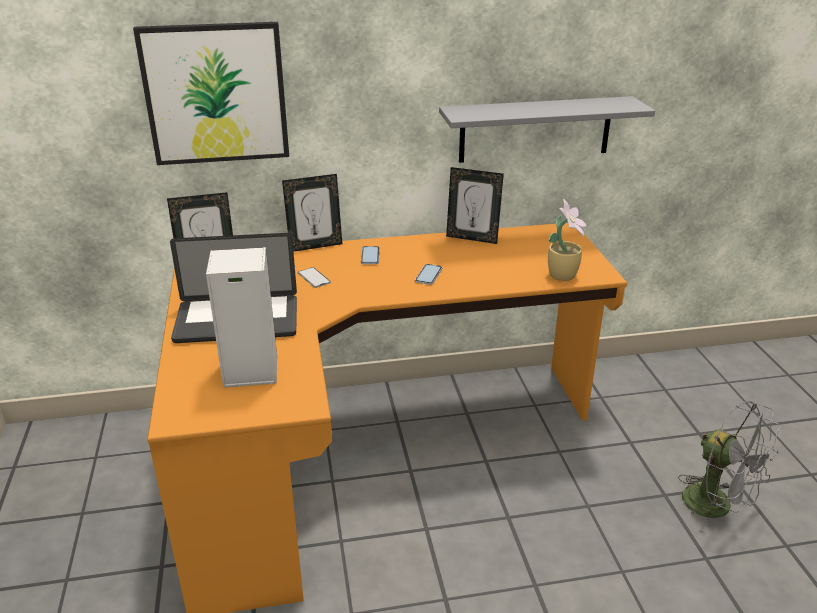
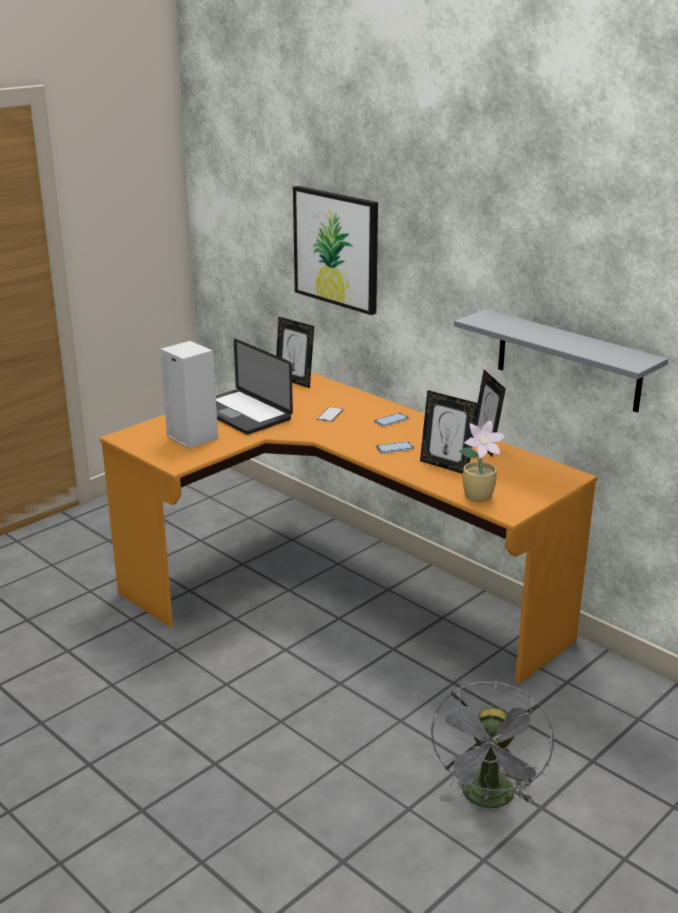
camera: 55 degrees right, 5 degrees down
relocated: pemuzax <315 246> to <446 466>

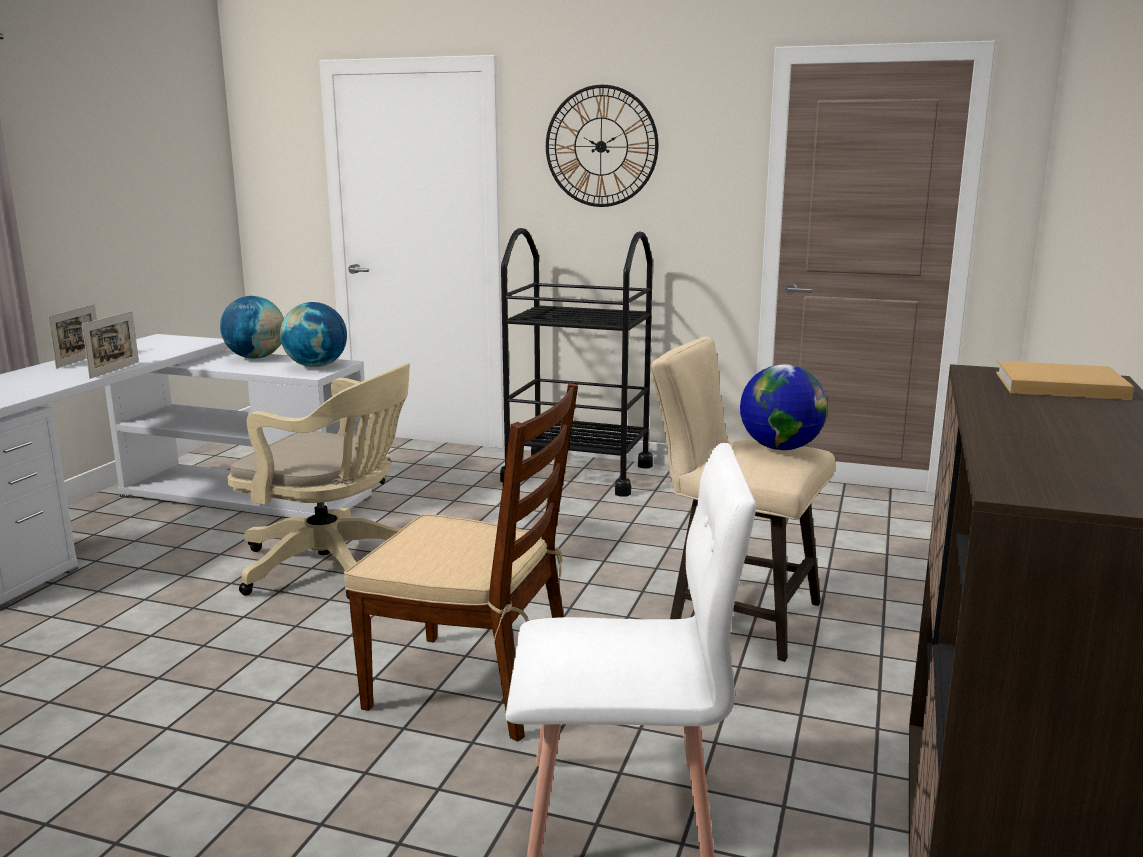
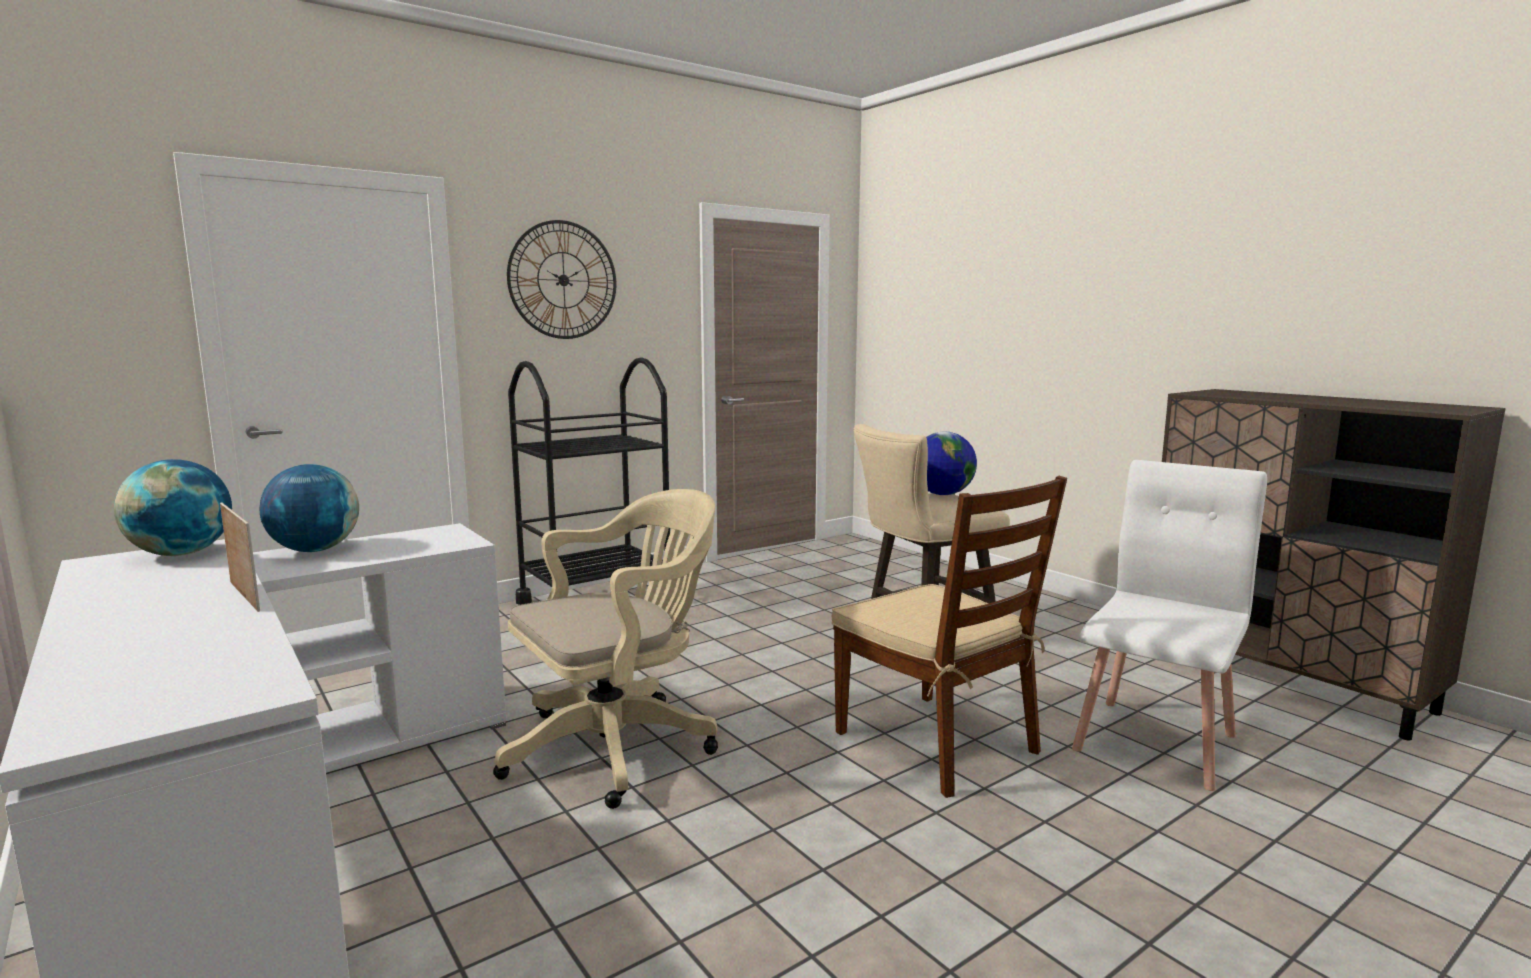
camera: 55 degrees left, 5 degrees down
missing: pemuzax <79 360>; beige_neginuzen <1055 385>
relocated: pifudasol <316 366> to <181 554>
spun: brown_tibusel <473 685> = <937 742> 90 degrees clockwise

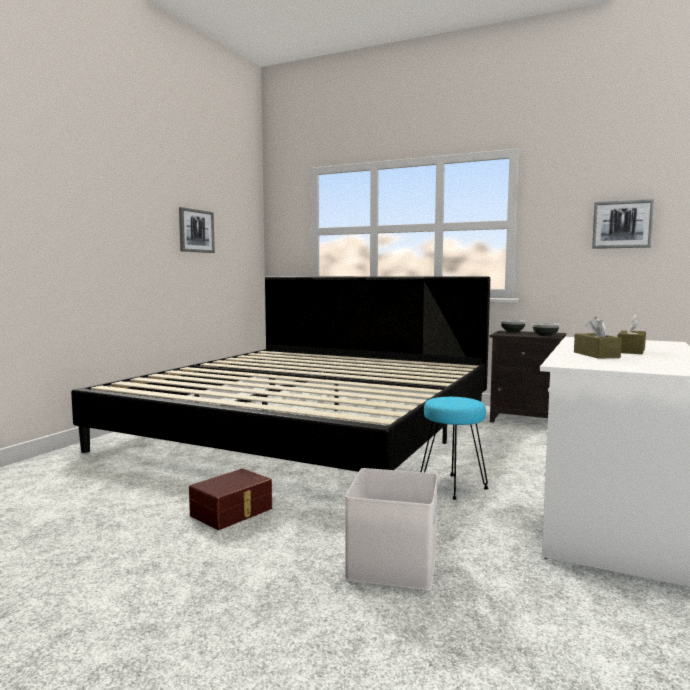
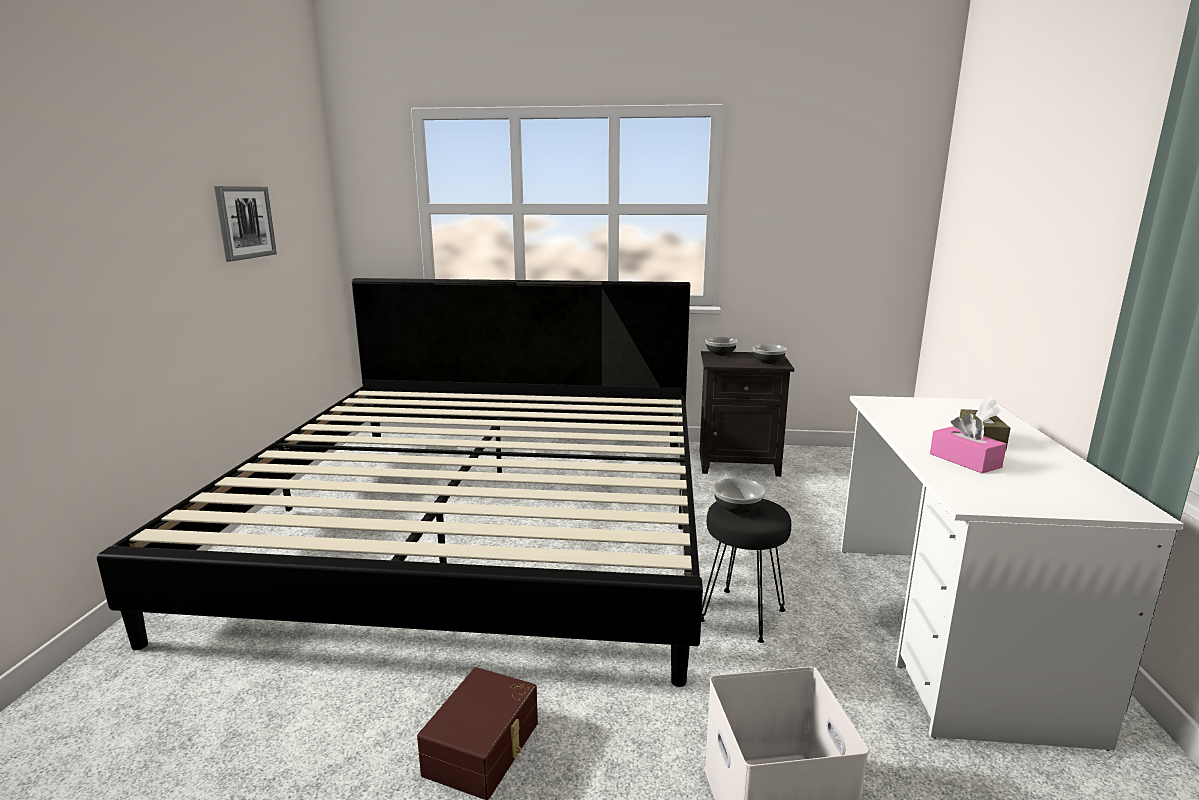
camera: 20 degrees left, 10 degrees up
missing: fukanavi <622 224>
appeared: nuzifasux <736 508>
colour: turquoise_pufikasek <452 486> to black_pufikasek <741 614>; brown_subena <596 355> to pink_subena <964 460>

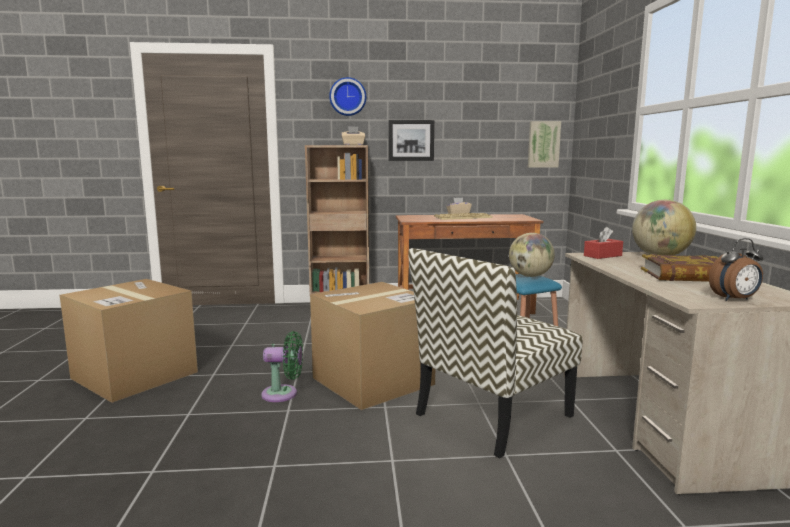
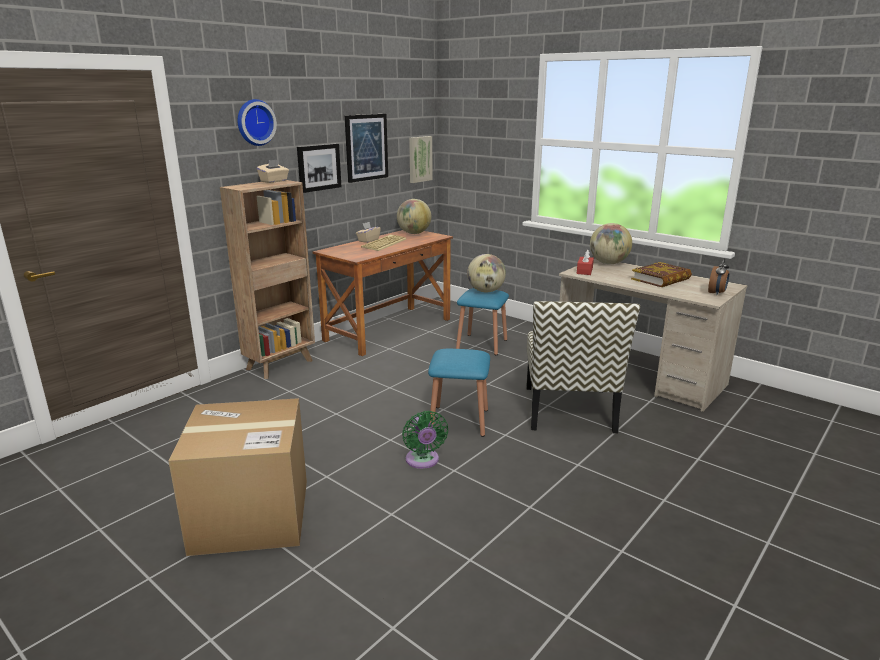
camera: 45 degrees left, 10 degrees up
appeared: fukanavi <366 147>; pifudasol <414 233>
exchanged: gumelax <373 381> to blue_pufikasek <459 420>
spun: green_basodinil <283 394> = <423 461> 120 degrees clockwise

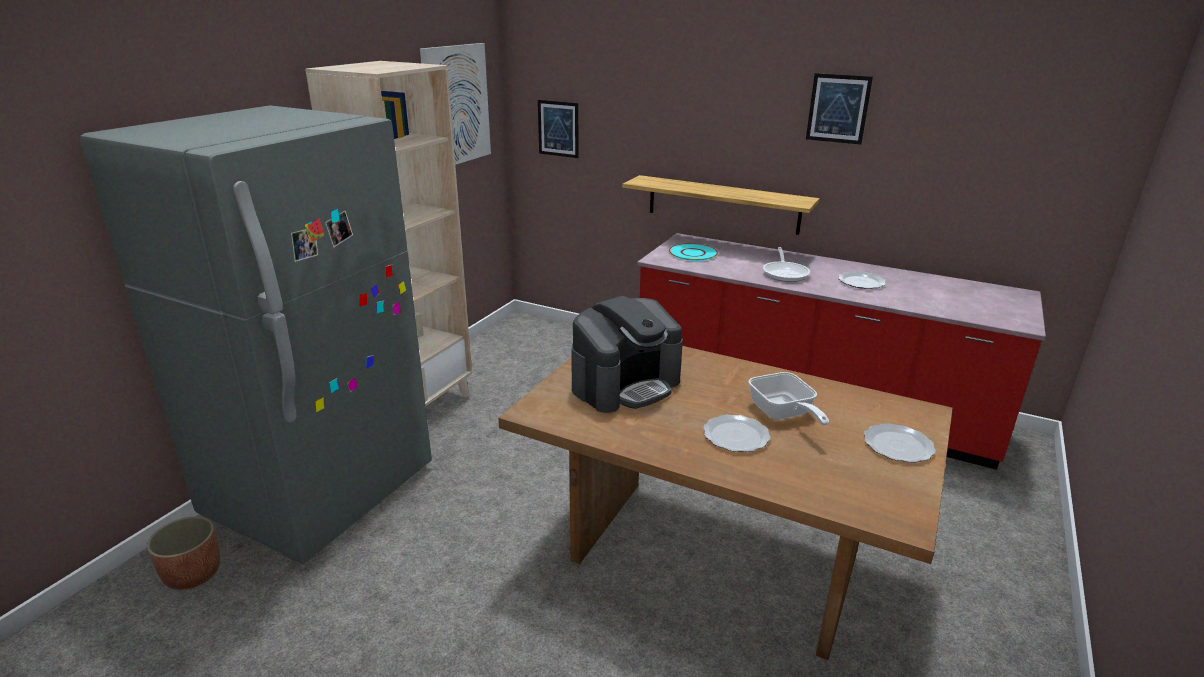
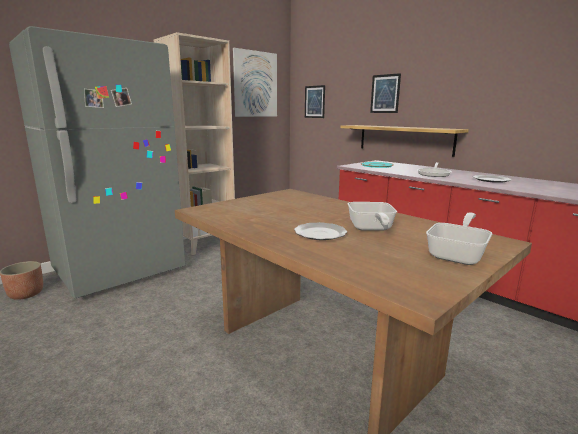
camera: 20 degrees right, 10 degrees down
missing: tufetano <625 385>
relocated: fukanavi <838 108> to <385 93>
exchanged: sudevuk <899 445> to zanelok <458 254>

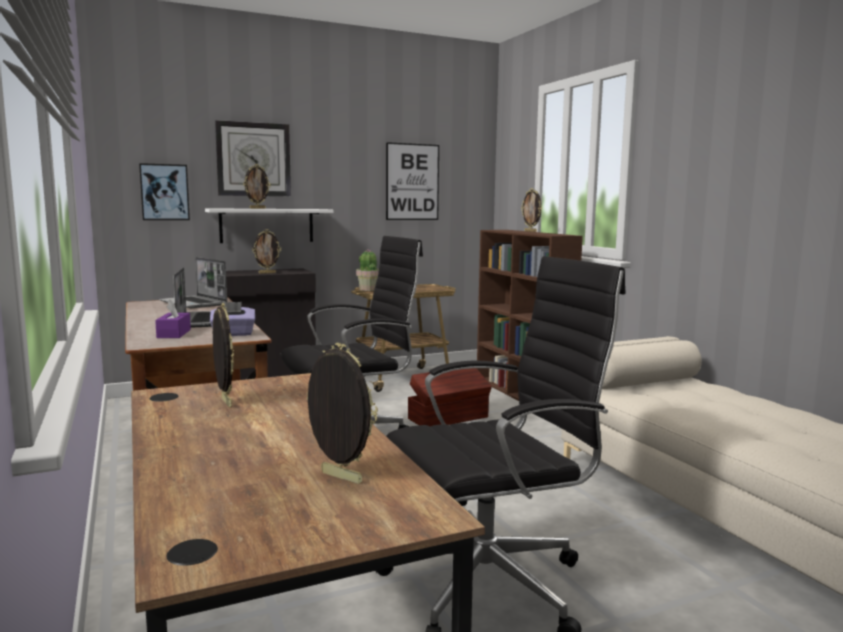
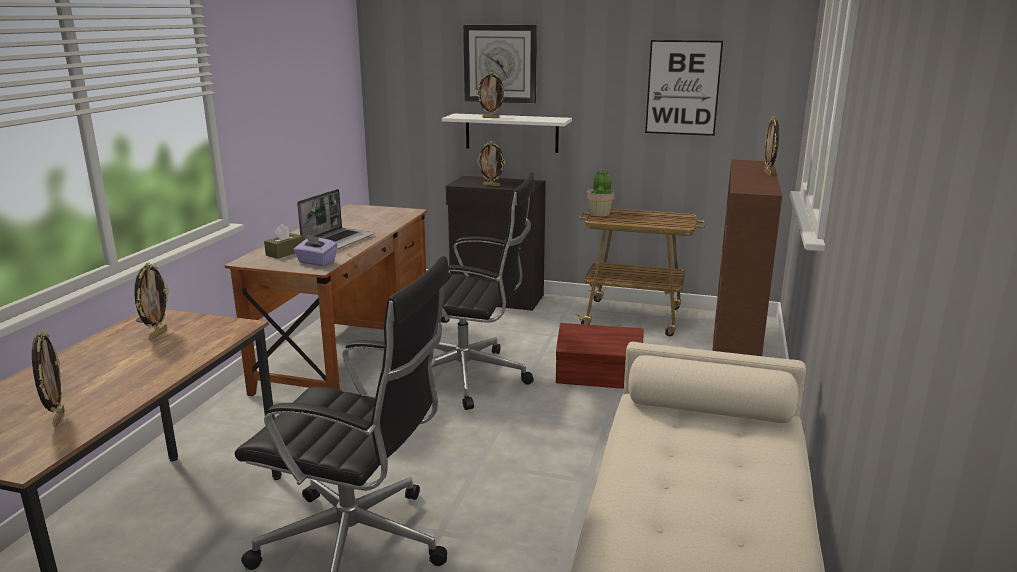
camera: 40 degrees right, 10 degrees up
missing: fukanavi <164 192>; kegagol <194 303>
colour: purple_subena <174 334> to brown_subena <285 253>

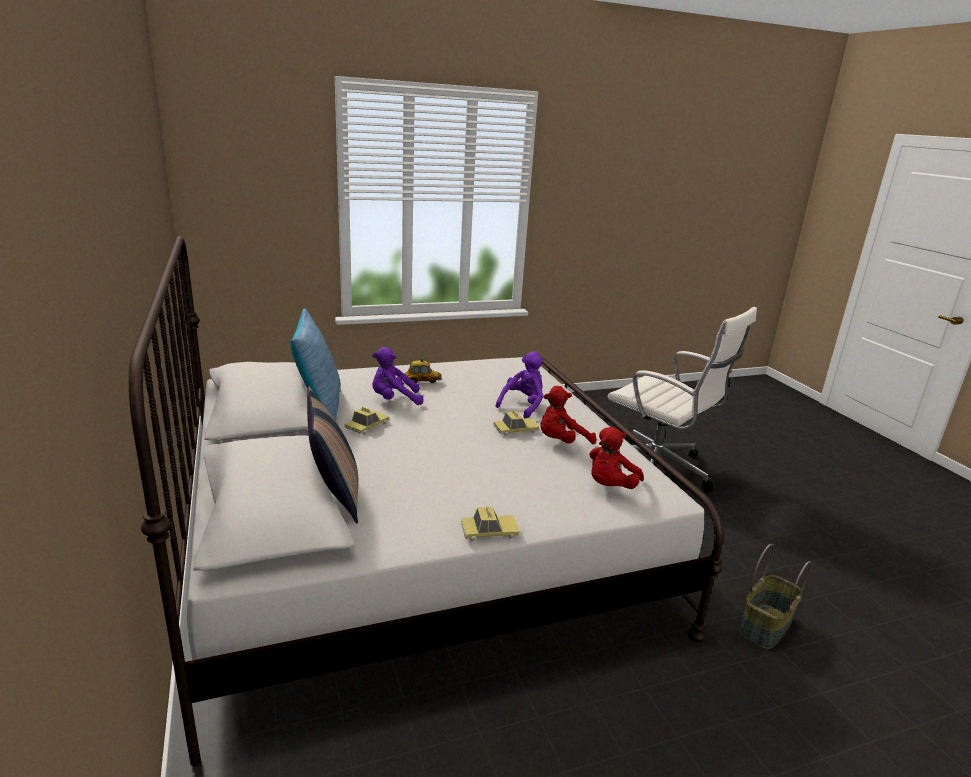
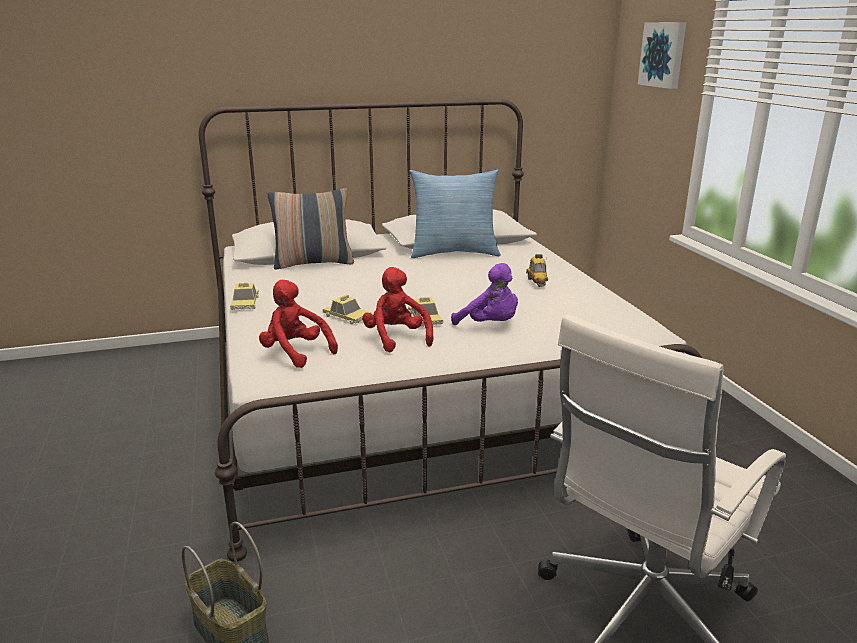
camera: 95 degrees right, 0 degrees up
missing: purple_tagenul <394 400>
appeared: fukanavi <663 54>
relocated: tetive <367 426> to <347 317>

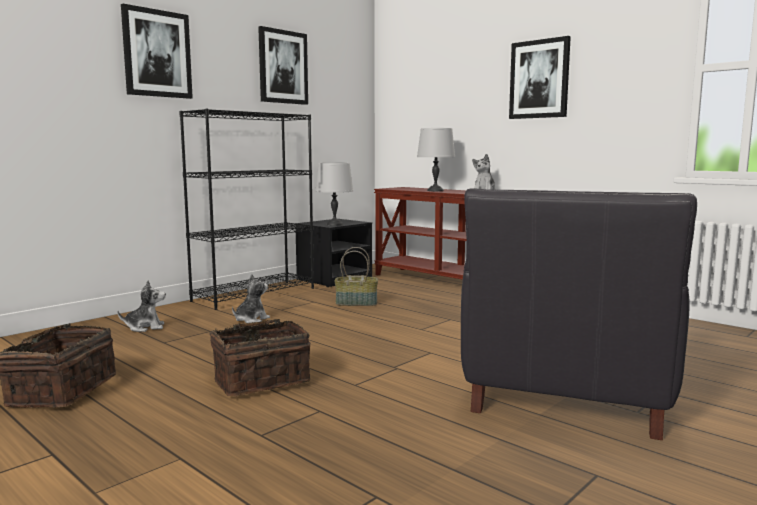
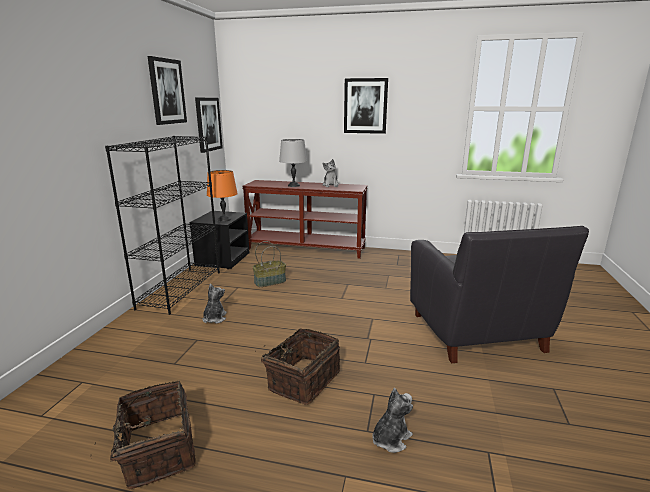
camera: 30 degrees left, 10 degrees up
relocated: fukanavi <157 53> to <208 124>; tagenul <145 327> to <390 438>
colour: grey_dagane <335 224> to orange_dagane <224 219>

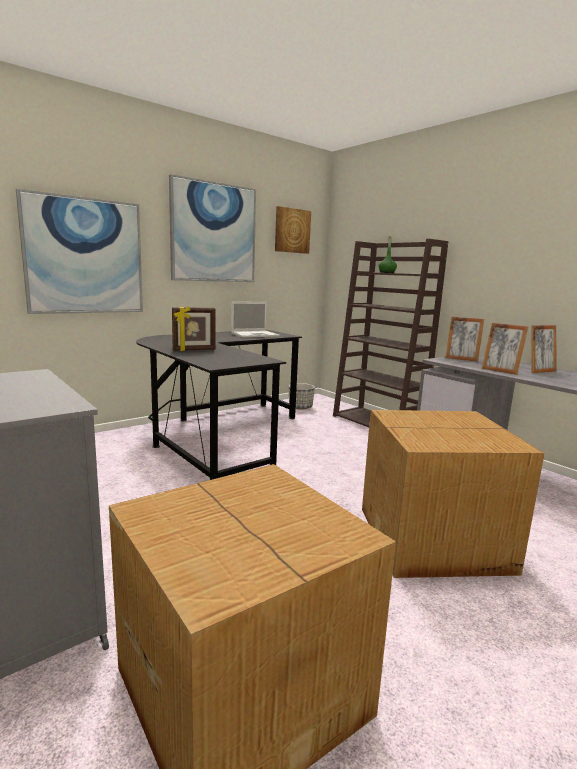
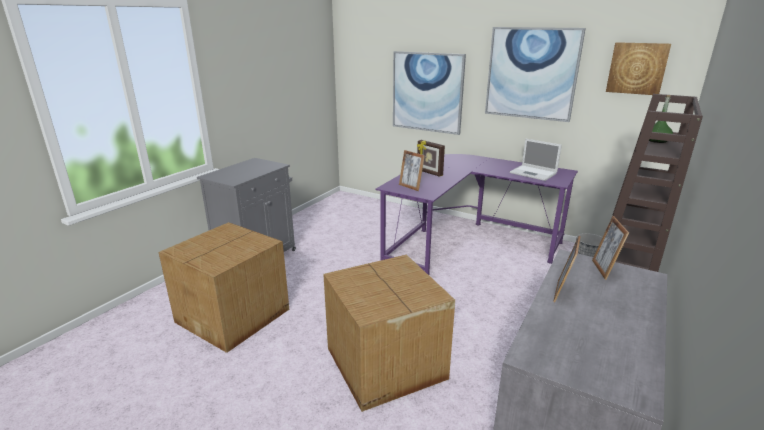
camera: 70 degrees right, 10 degrees up
relocated: pemuzax <540 371> to <410 187>
colour: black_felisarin <218 436> to purple_felisarin <466 243>

